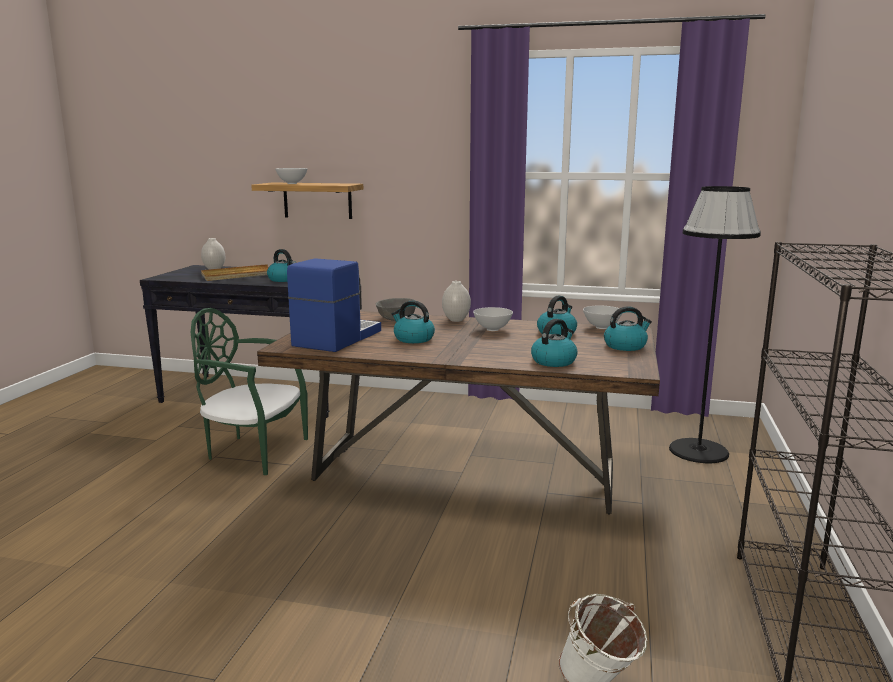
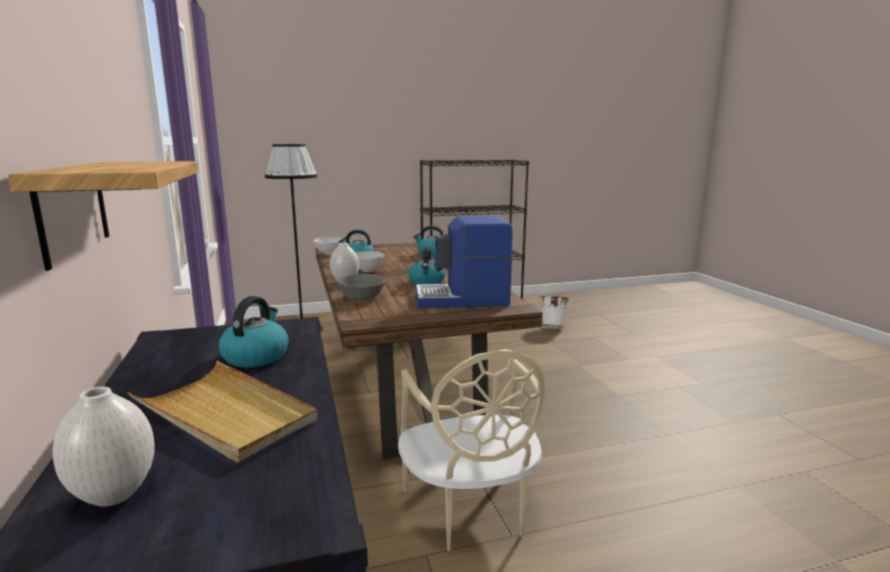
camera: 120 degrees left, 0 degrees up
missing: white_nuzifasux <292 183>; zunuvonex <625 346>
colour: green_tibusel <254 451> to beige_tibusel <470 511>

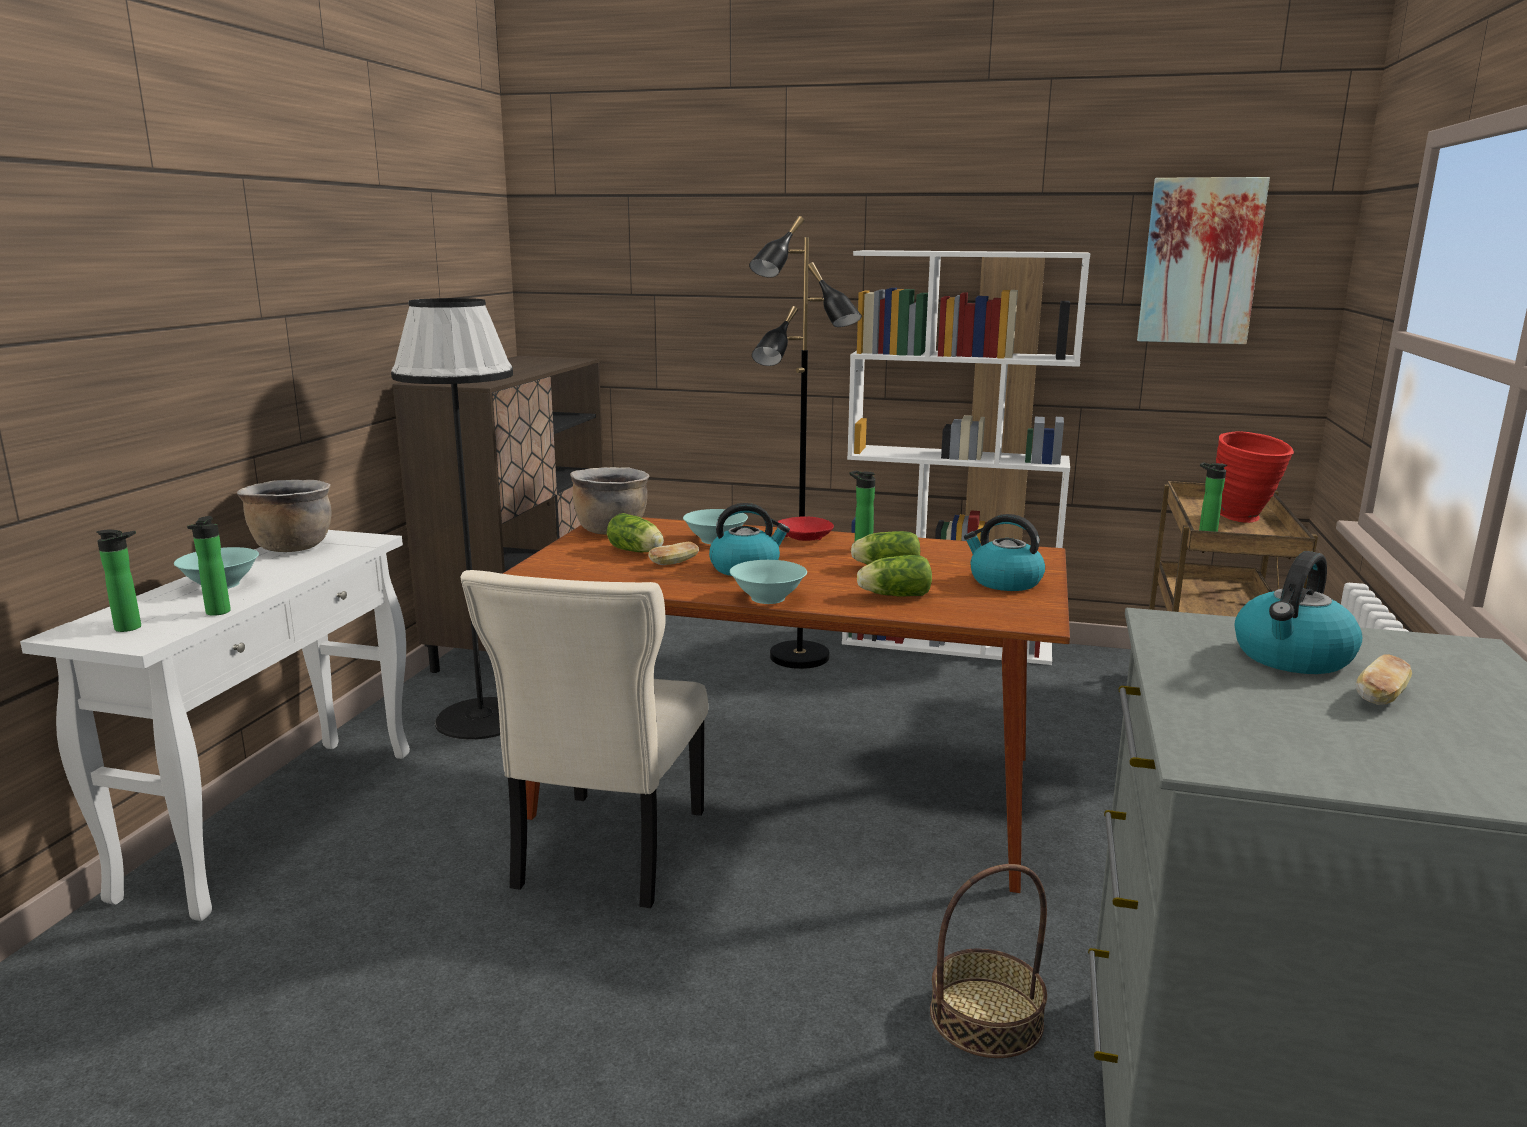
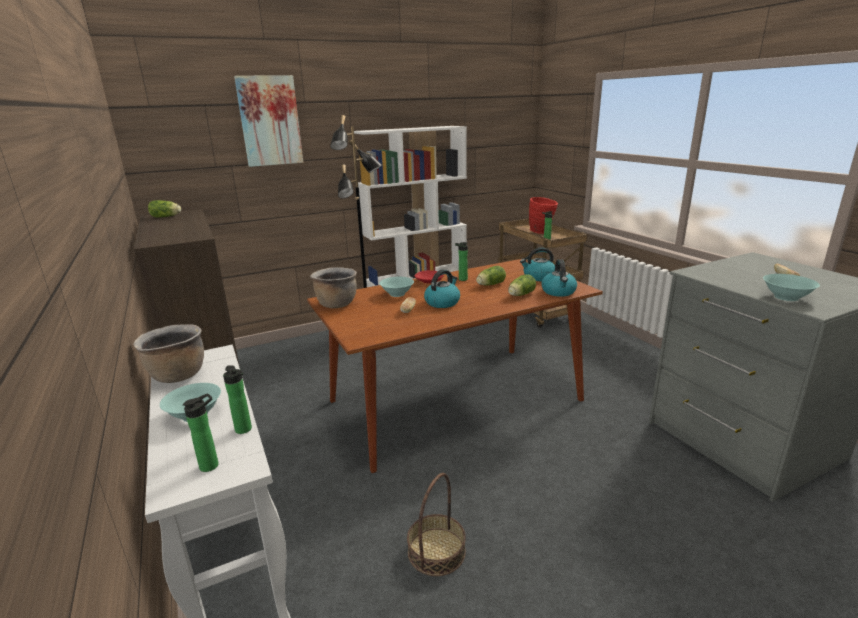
camera: 40 degrees left, 5 degrees up
missing: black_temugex <481 718>; beige_tibusel <607 853>
relocated: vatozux <637 552> to <167 217>; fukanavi <1200 261> to <270 121>; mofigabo <986 1017> to <436 551>; zunuvonex <1292 658> to <559 292>; turquoise_nuzifasux <768 598> to <787 297>

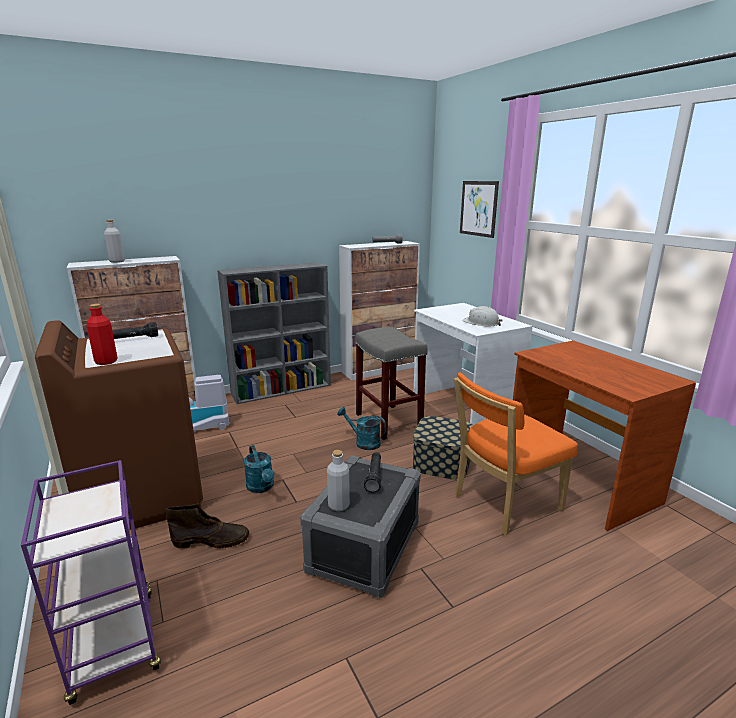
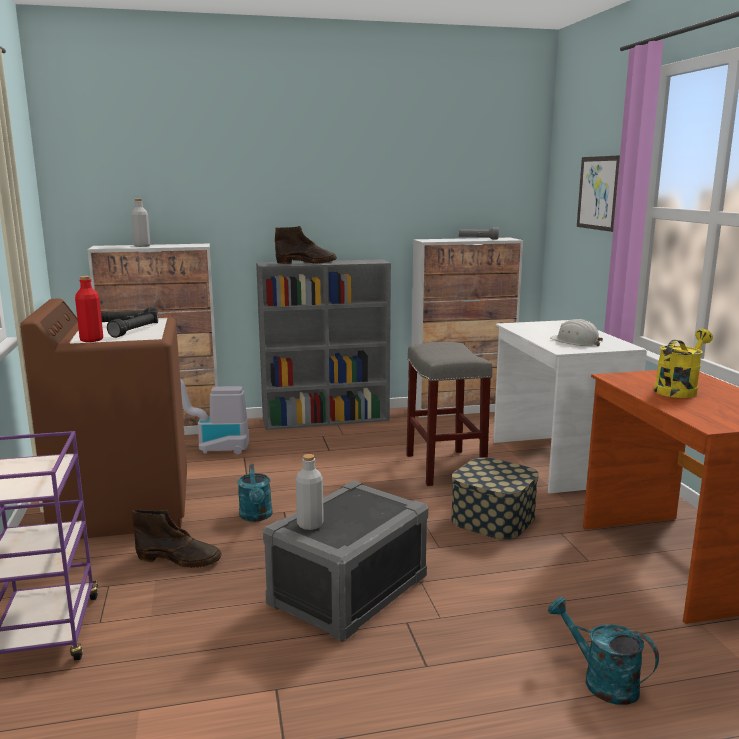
camera: 15 degrees right, 5 degrees down
missing: orange_tibusel <503 504>
appeared: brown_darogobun <307 262>; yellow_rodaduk <678 389>
relocated: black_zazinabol <374 477> to <133 331>; turquoise_rodaduk <363 442> to <601 681>

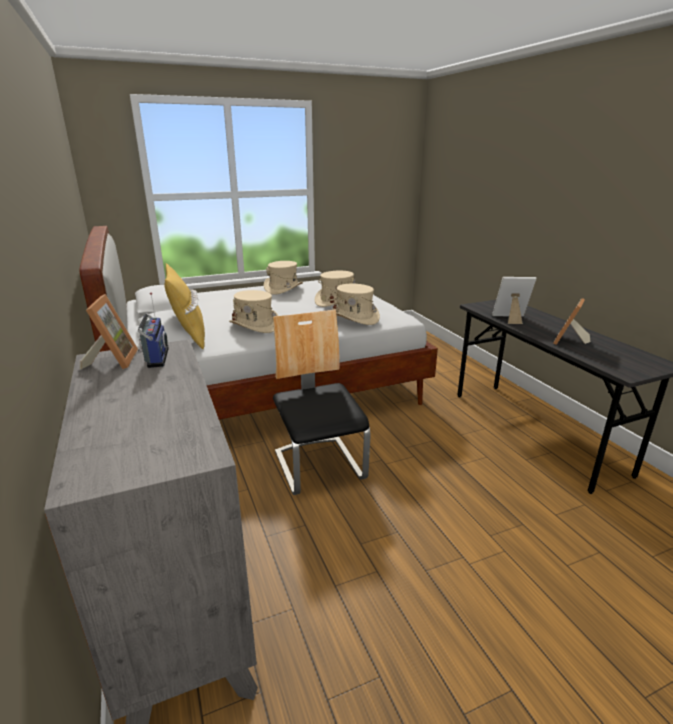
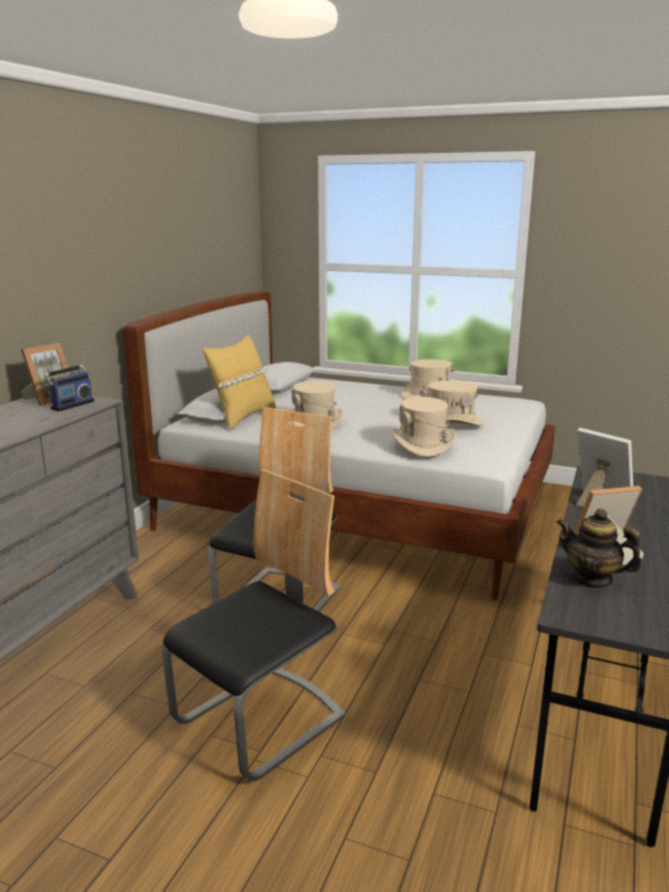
camera: 45 degrees right, 5 degrees down
appeared: tibusel <261 721>; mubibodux <592 579>

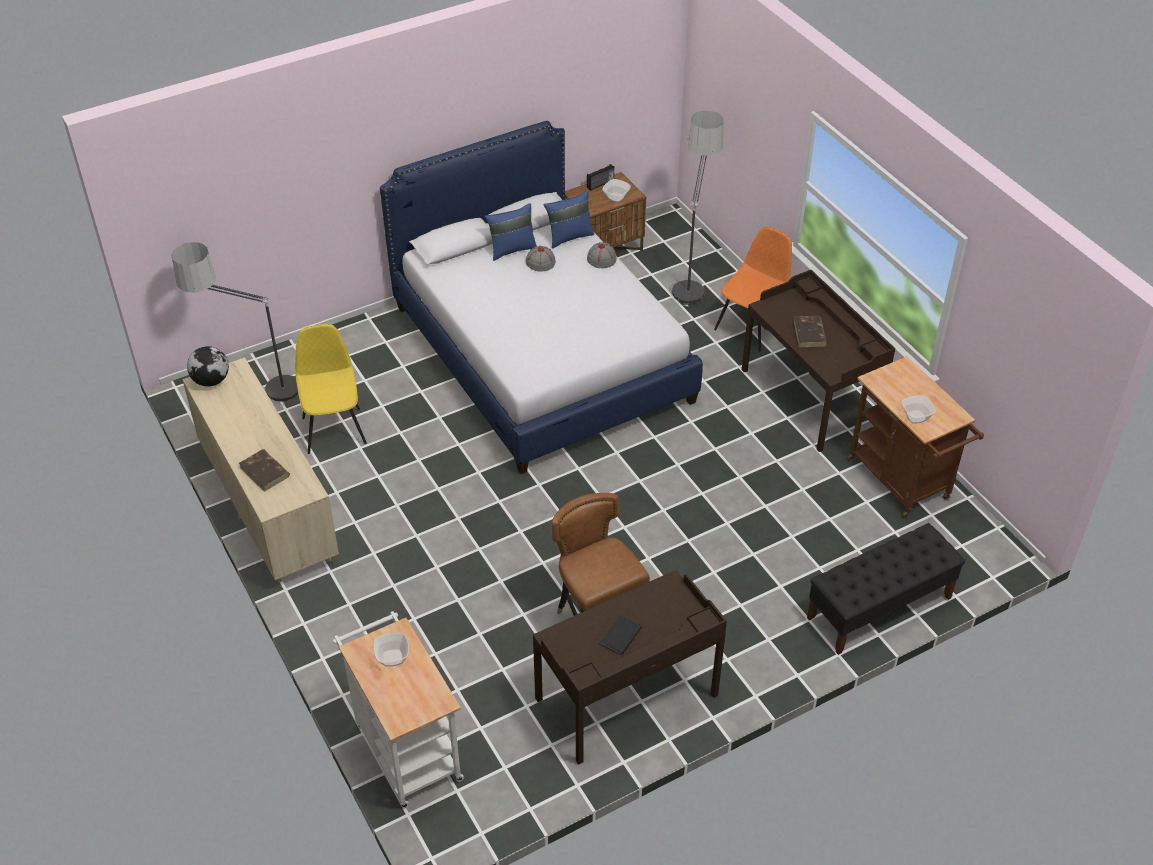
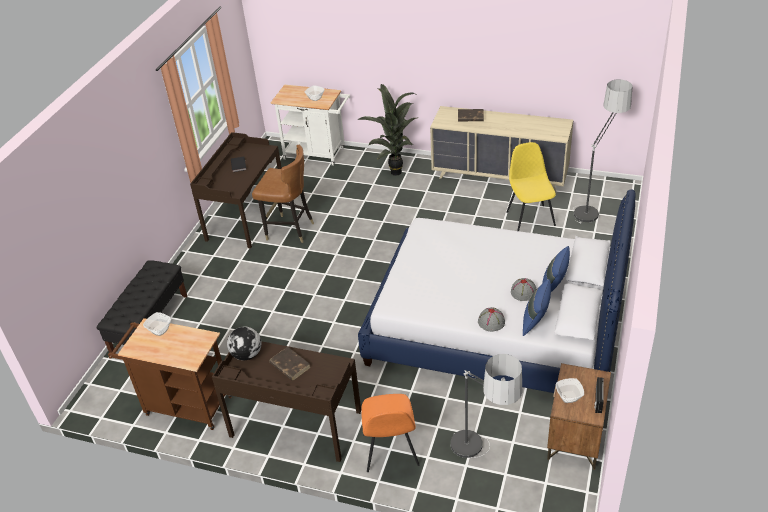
camera: 140 degrees right, 5 degrees down
appeared: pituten <395 170>
relocated: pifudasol <211 380> to <247 355>
spun: yellow_tibusel <334 429> = <530 218> 135 degrees counterclockwise

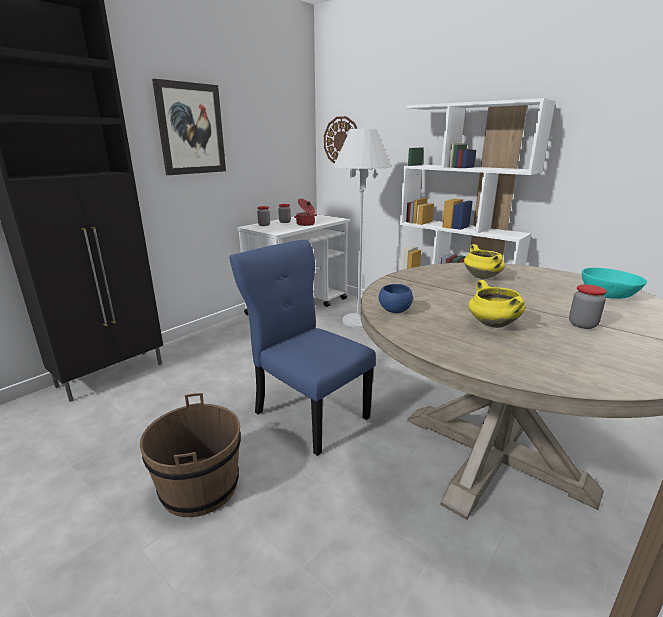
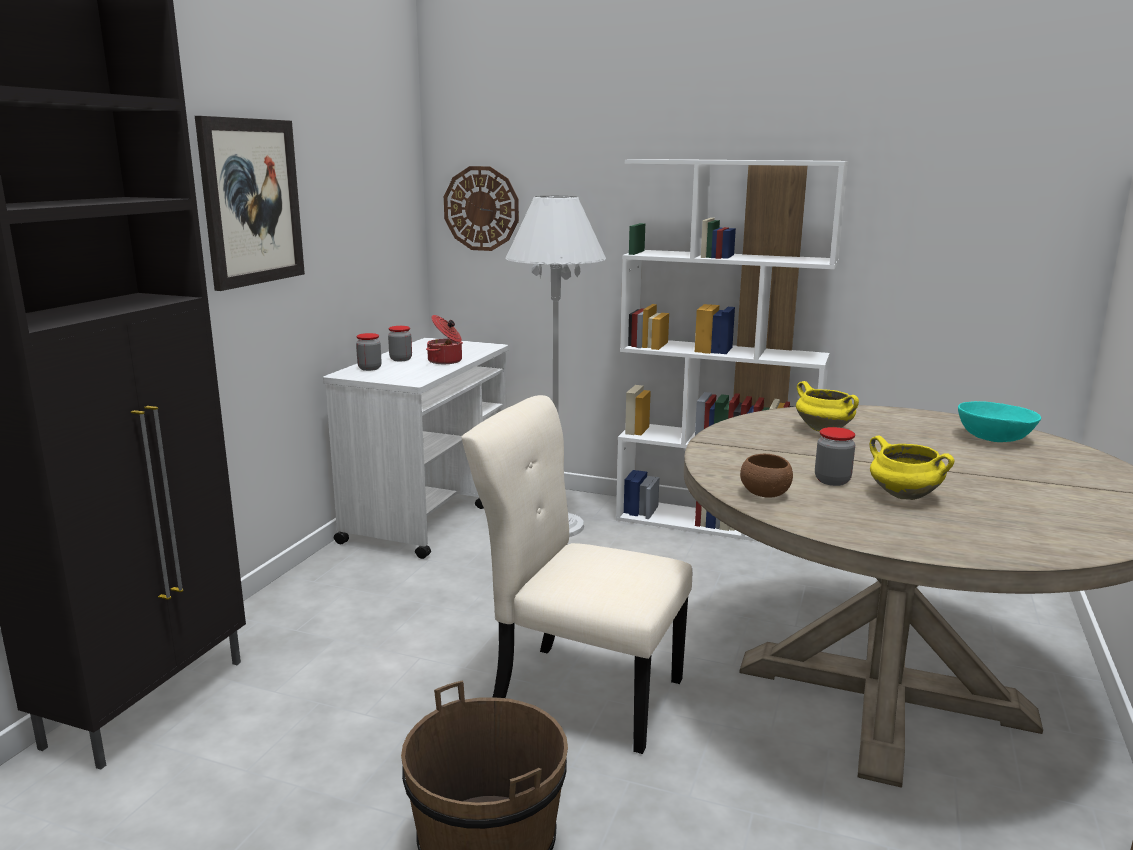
camera: 20 degrees left, 5 degrees down
relocated: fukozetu <582 324> to <832 481>
colour: blue_tibusel <308 413> to beige_tibusel <580 693>; blue_nuzifasux <394 311> to brown_nuzifasux <764 494>

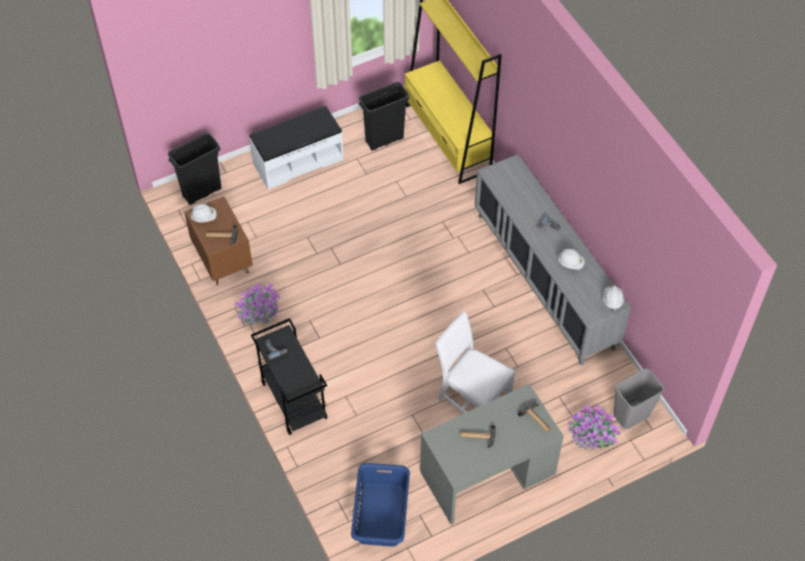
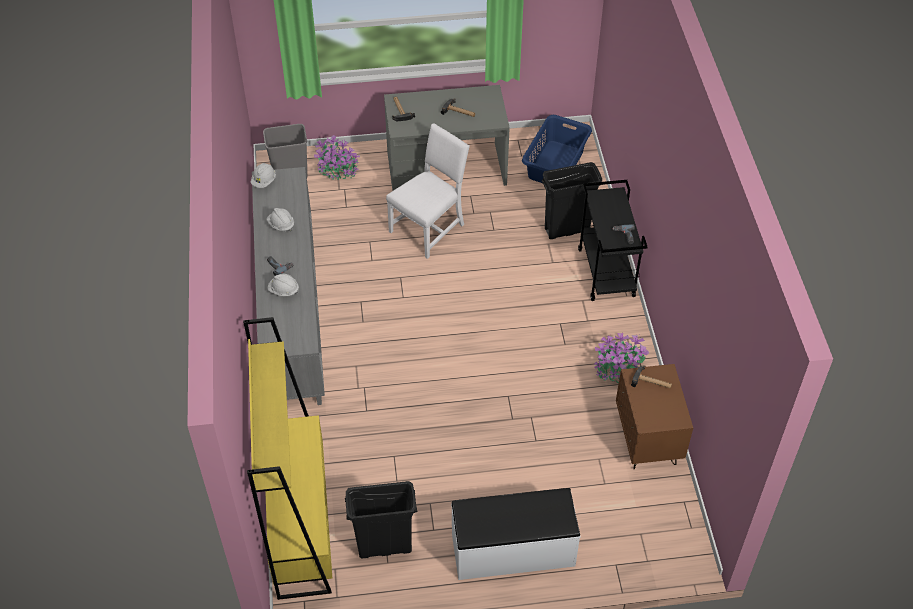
camera: 160 degrees left, 5 degrees down
relocated: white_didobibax <204 217> to <283 291>; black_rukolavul <202 192> to <566 230>
spun: white_tibusel <471 398> = <429 228> 105 degrees counterclockwise

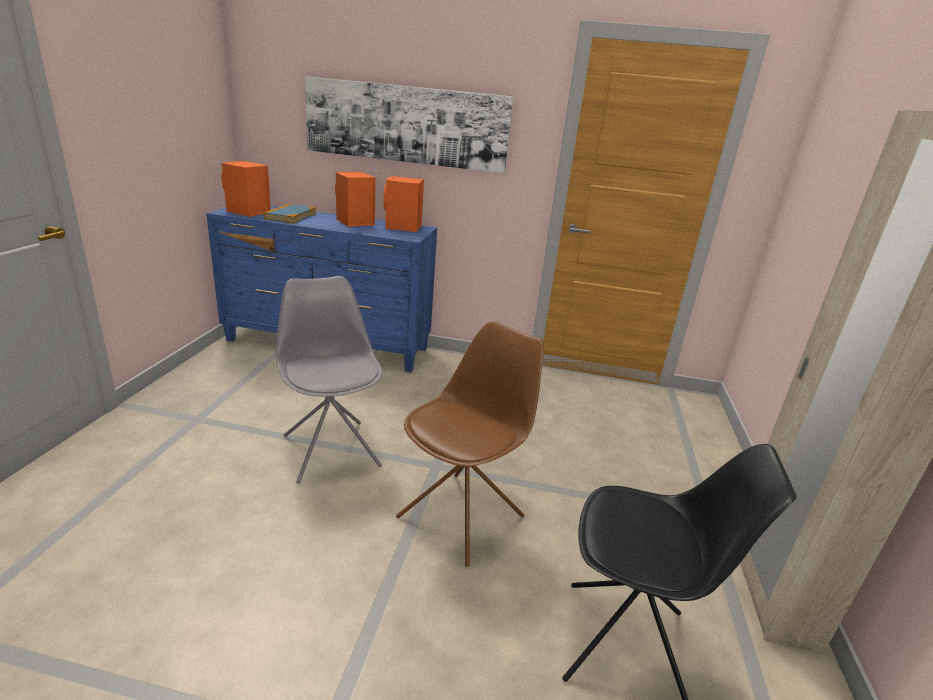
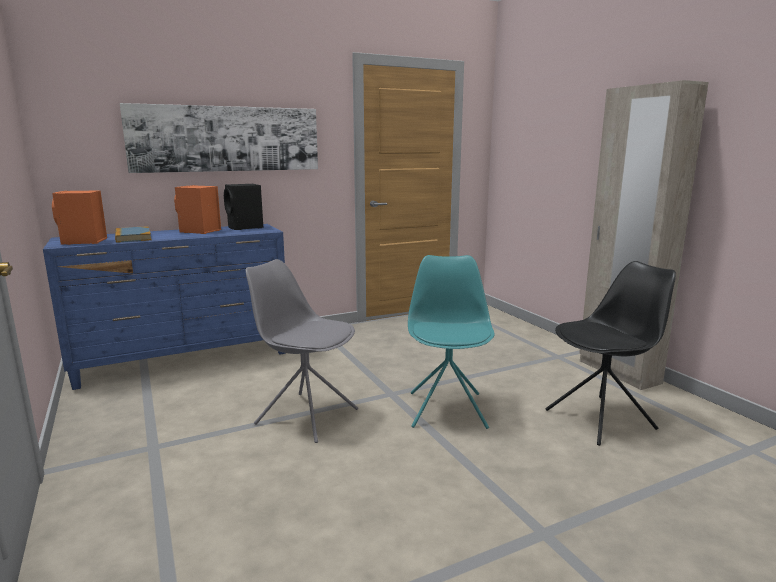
camera: 35 degrees left, 10 degrees down
colour: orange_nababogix <402 227> to black_nababogix <245 227>; brown_tibusel <463 515> to turquoise_tibusel <447 409>

